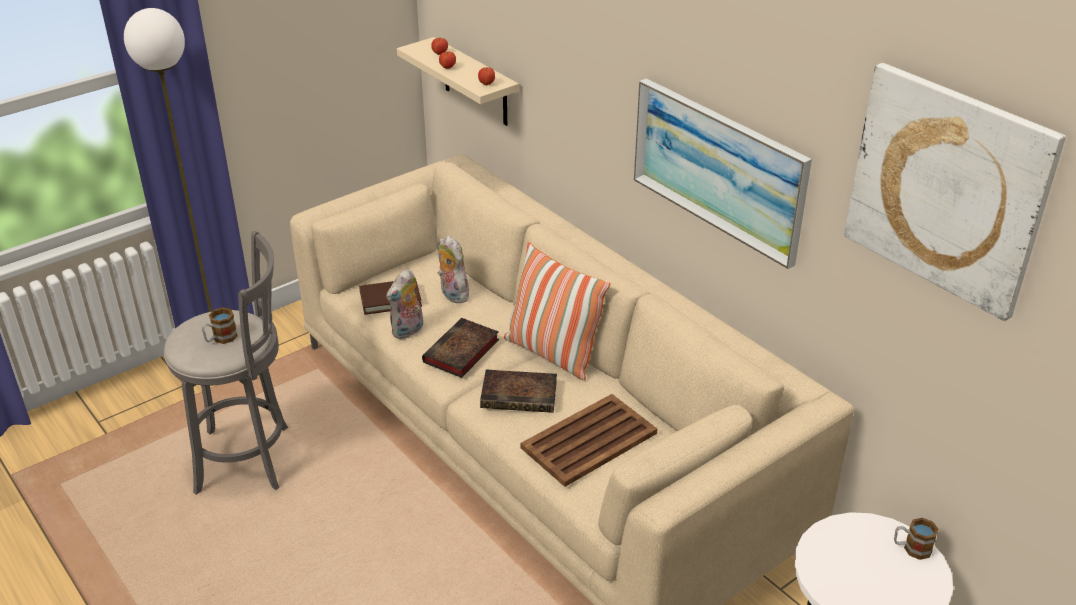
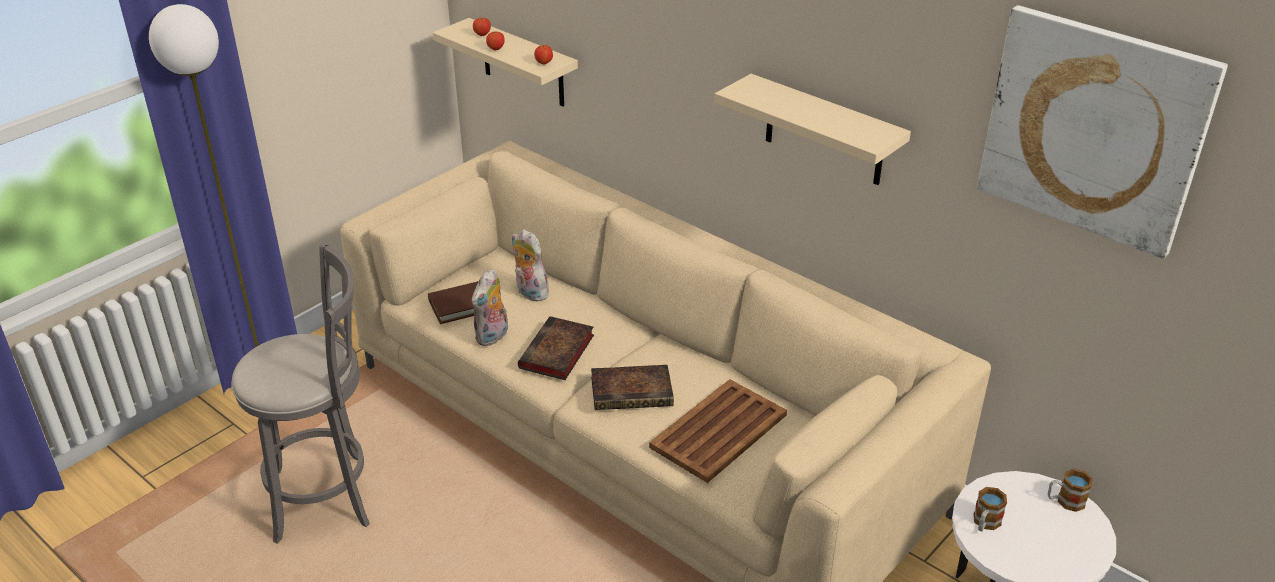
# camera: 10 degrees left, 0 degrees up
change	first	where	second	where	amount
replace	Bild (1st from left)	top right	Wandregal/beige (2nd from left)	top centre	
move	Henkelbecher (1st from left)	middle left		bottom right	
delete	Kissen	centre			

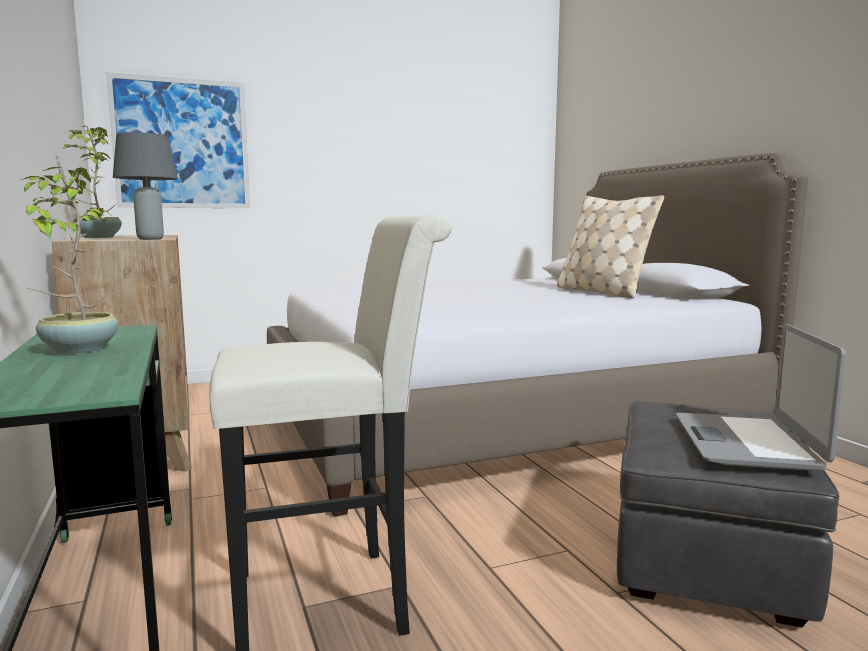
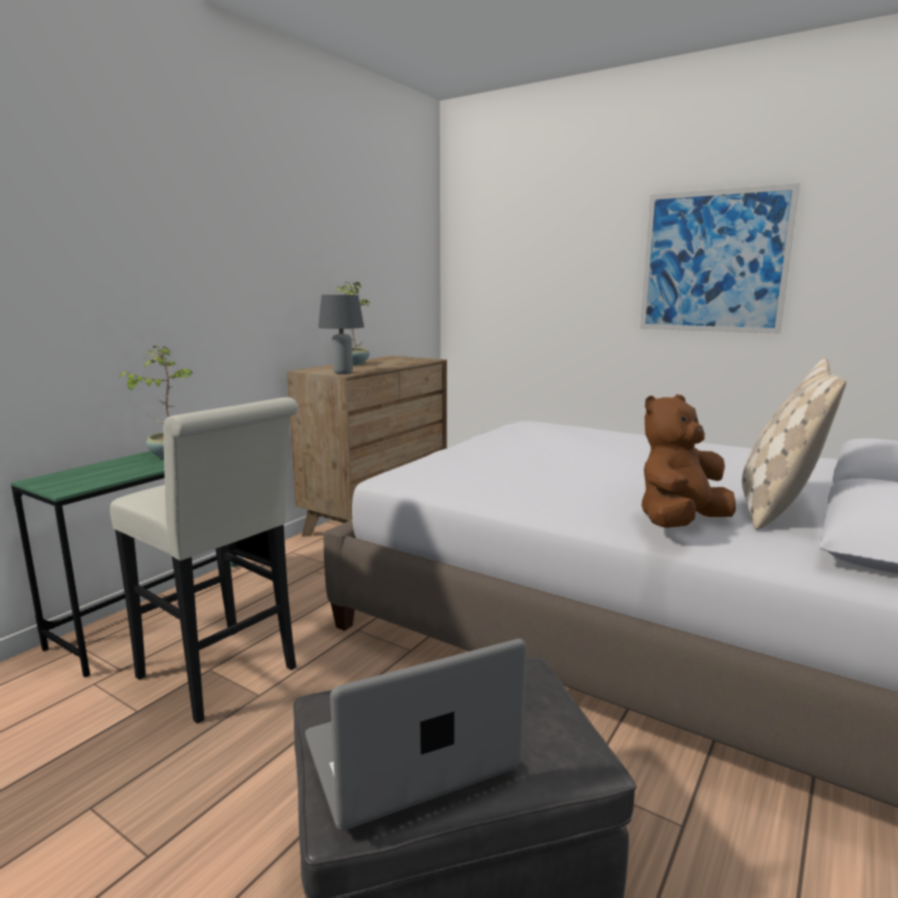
# camera: 55 degrees right, 5 degrees up
change	first	where	second	where	amount
move	Bild	top left		top right	
insert			Plüschtier/braun	middle right	

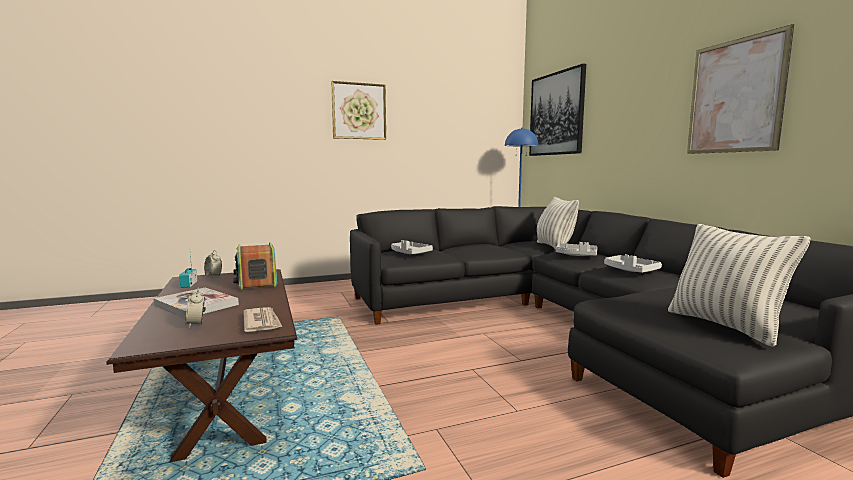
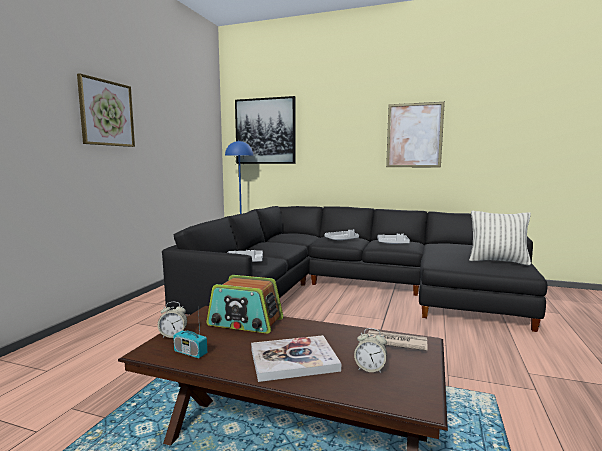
# camera: 50 degrees left, 0 degrees up
change	first	where	second	where	amount
delete	Kissen (1st from left)	centre			

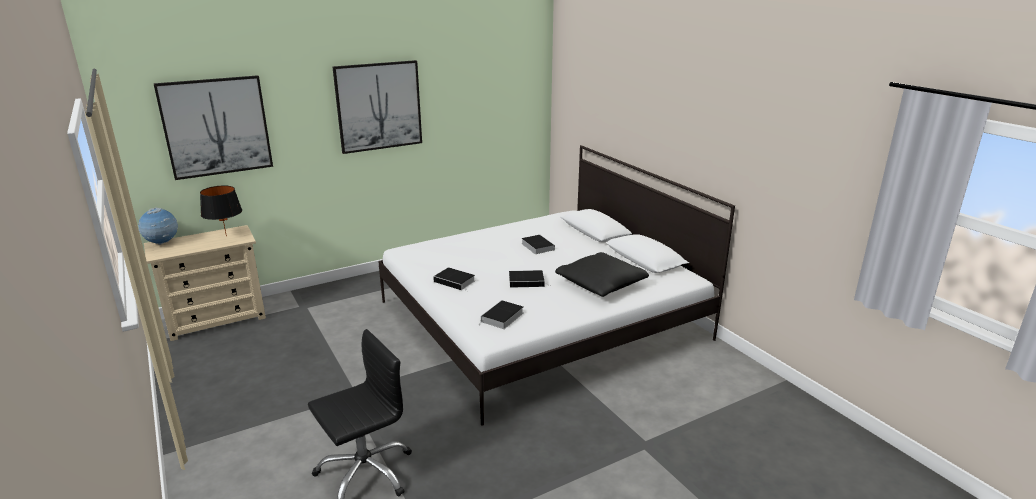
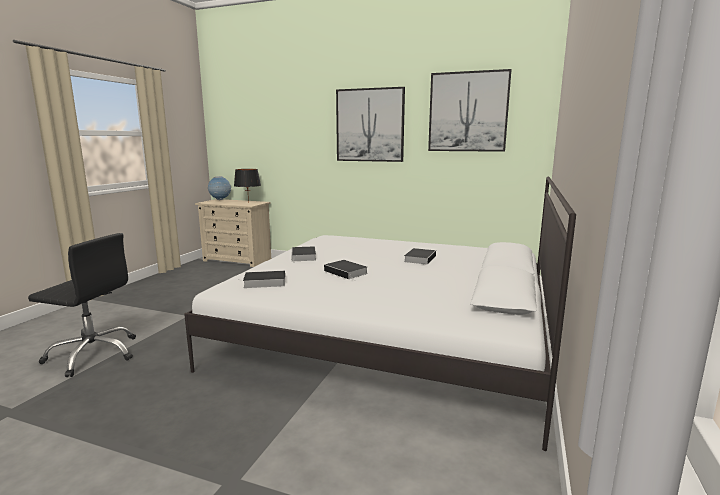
# camera: 50 degrees right, 10 degrees down
change	first	where	second	where	amount
move	Bild (1st from left in the first image)	top left	Bild (2nd from left)	top centre	
delete	Kissen/schwarz	centre			

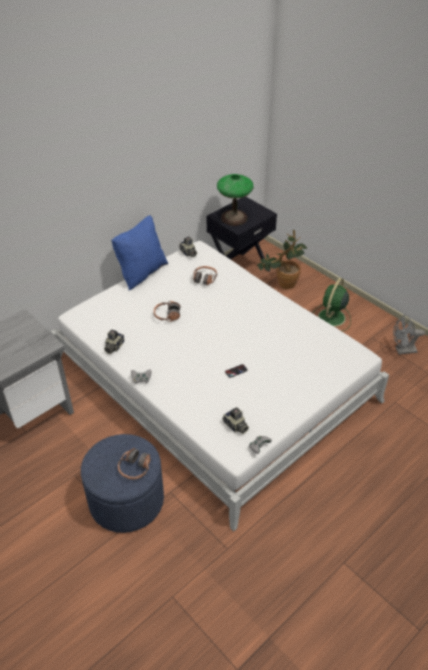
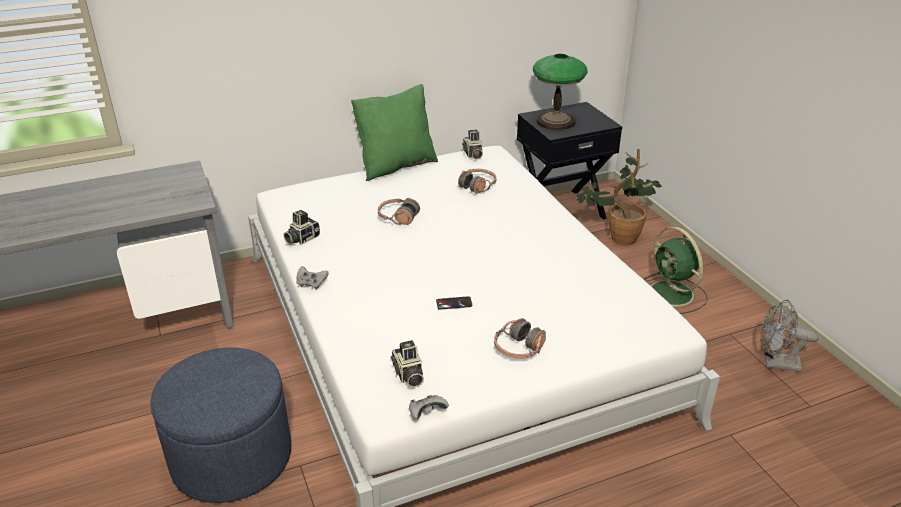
# camera: 20 degrees right, 10 degrees down
change	first	where	second	where	amount
recolor	Kissen/blau	middle left	Kissen/grün	top centre	
move	Kopfhörer (1st from left in the first image)	bottom left	Kopfhörer (3rd from left)	bottom centre	
rotate	Ventilator/grün	middle right		middle right	75 degrees counterclockwise

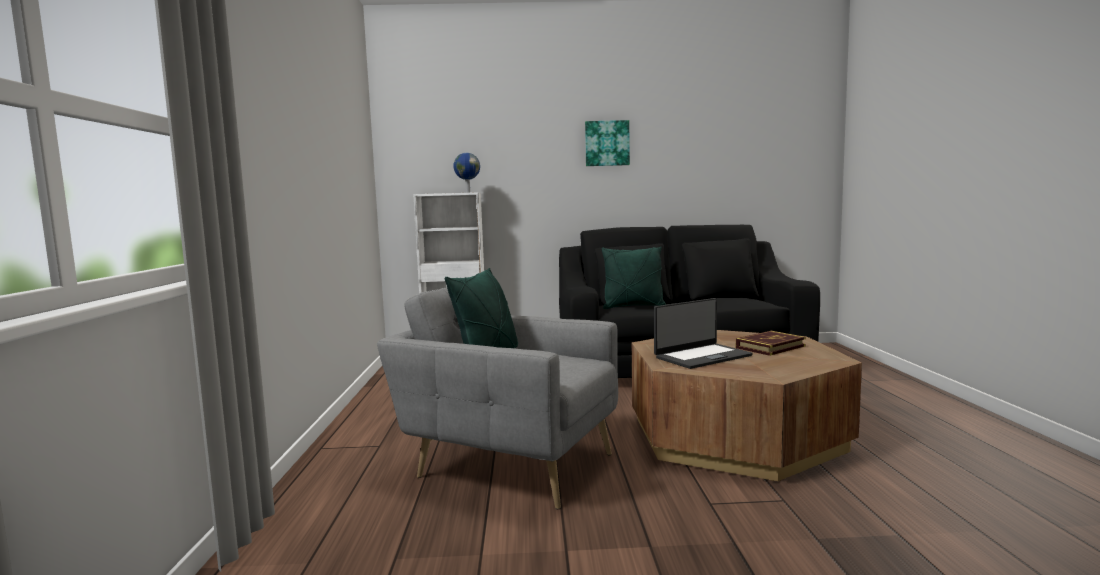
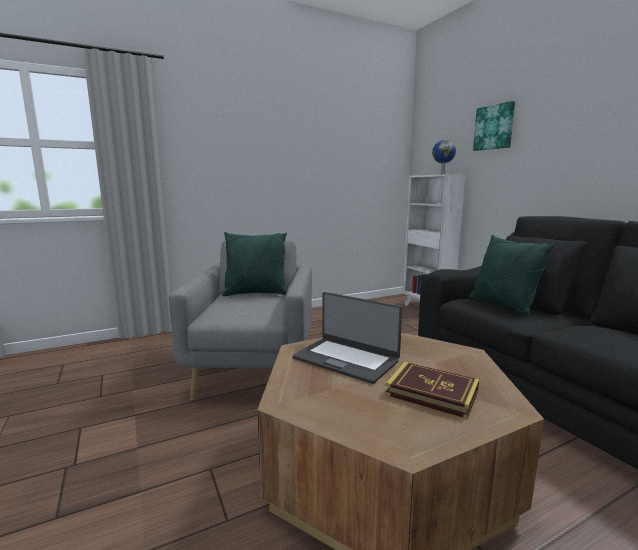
# camera: 65 degrees right, 5 degrees up
change	first	where	second	where	amount
move	Bild	top centre		top right	

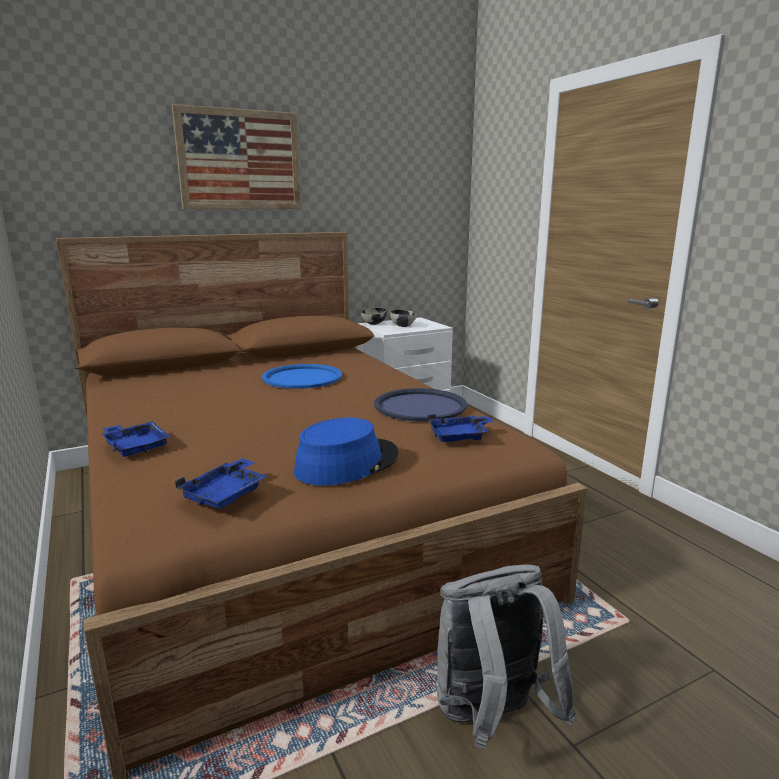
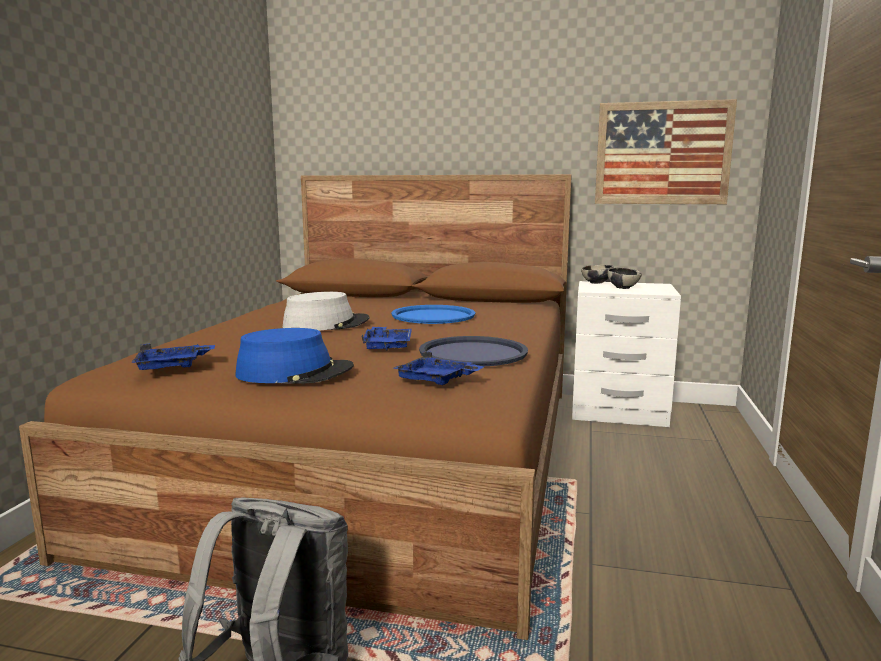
# camera: 40 degrees right, 5 degrees down
change	first	where	second	where	amount
insert			Hut/grau	centre	
move	Tablett/blau (1st from left in the first image)	middle left	Tablett/blau (2nd from left)	centre	
move	Bild	top left		top right	

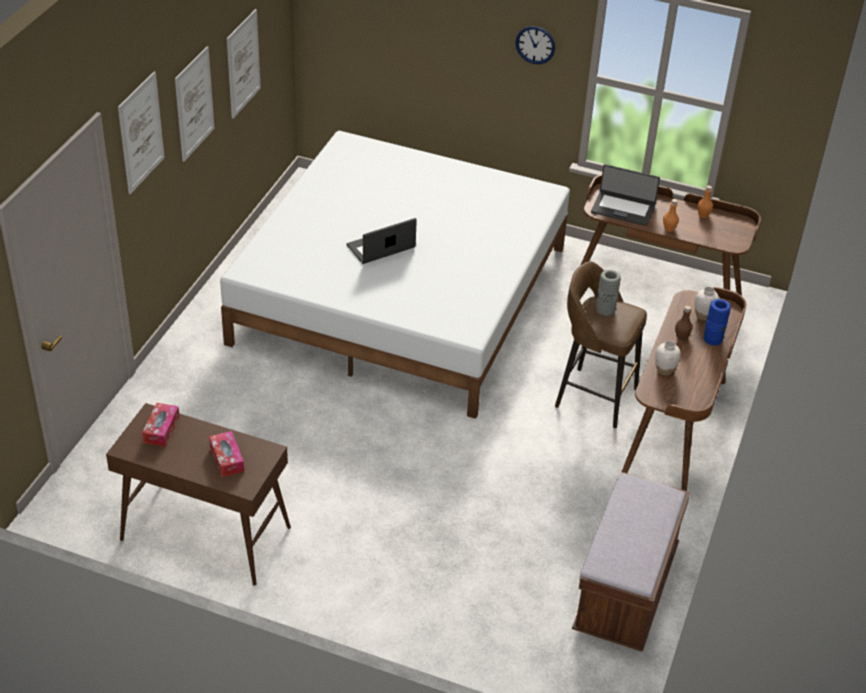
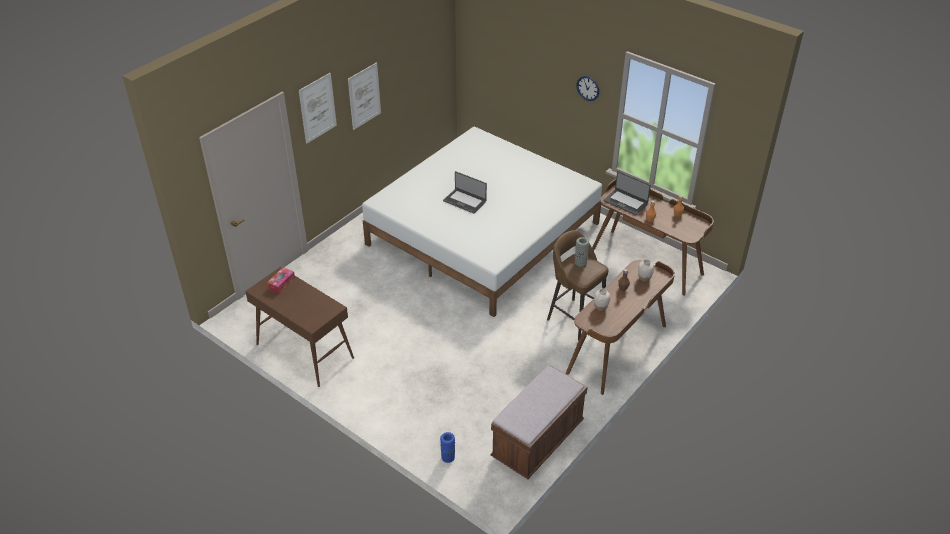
# camera: 20 degrees right, 0 degrees up
change	first	where	second	where	amount
move	Vase/blau	middle right		bottom centre	
rotate	Laptop (1st from left)	centre		centre	135 degrees counterclockwise
delete	Taschentuchbox (2nd from left)	middle left			
delete	Bild (3rd from left)	top left			

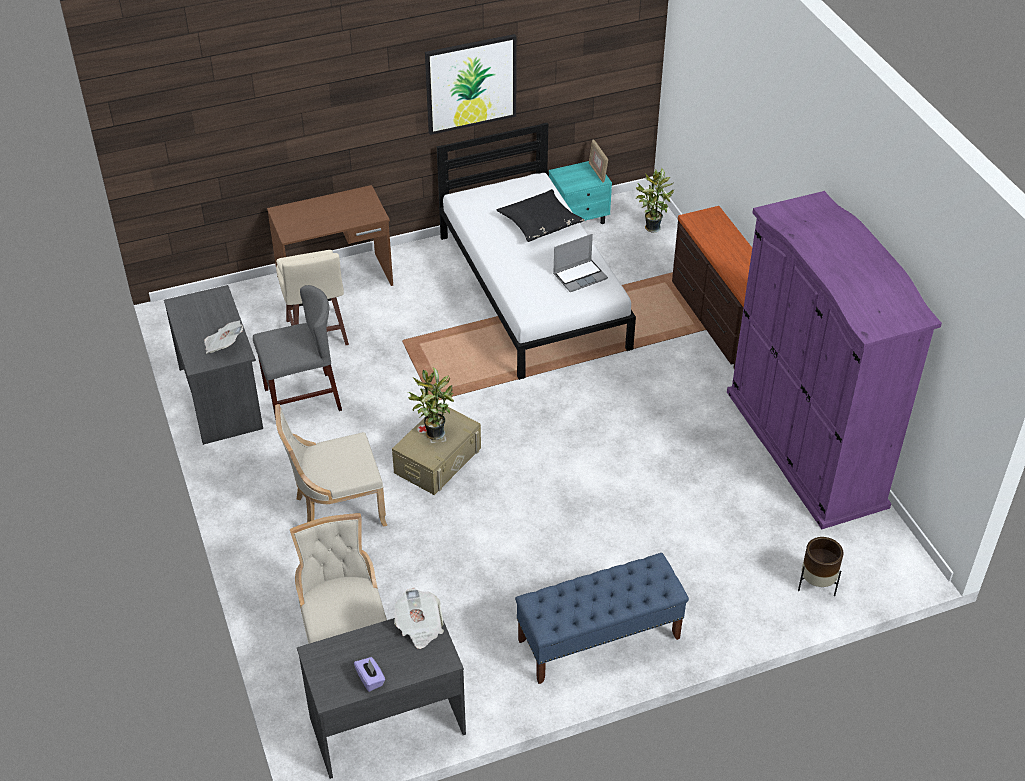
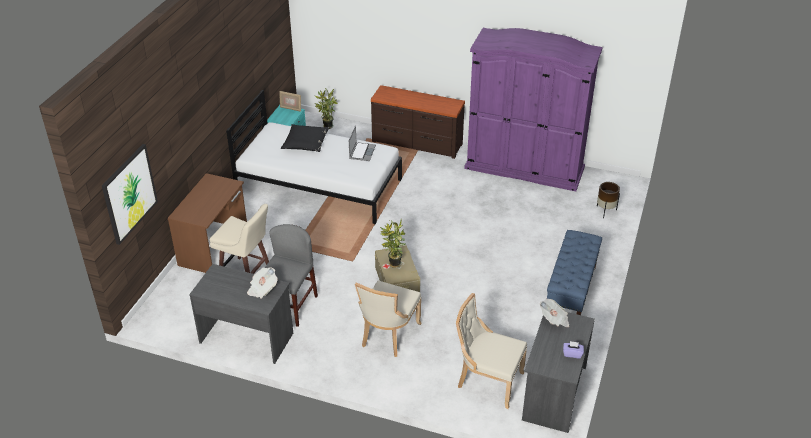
# camera: 50 degrees left, 5 degrees down
change	first	where	second	where	amount
move	Bild	top centre		middle left	

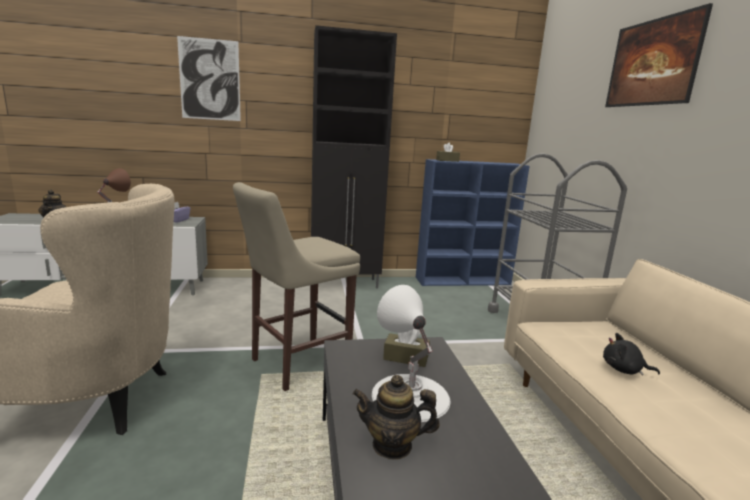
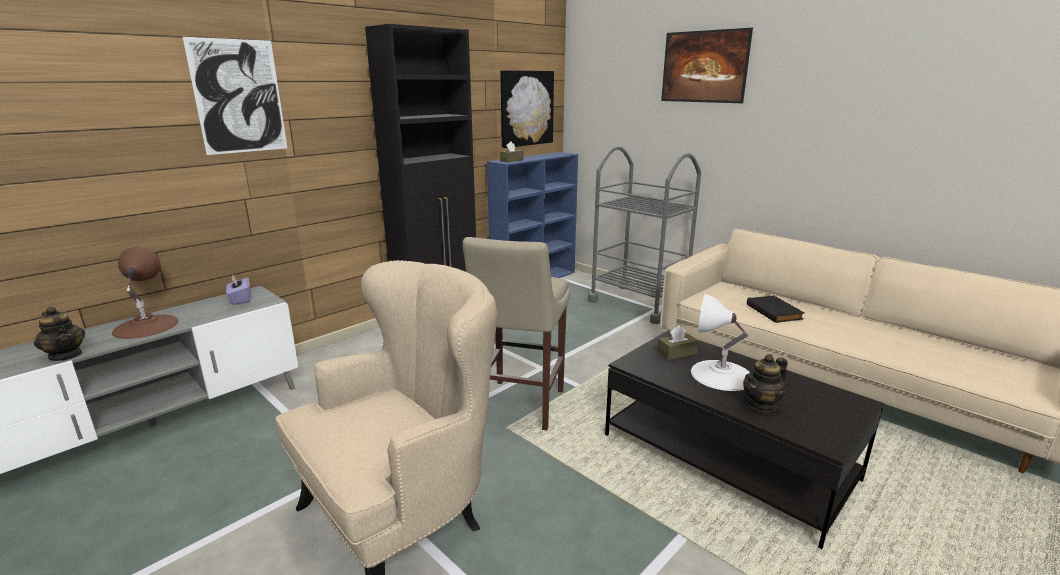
# camera: 35 degrees left, 5 degrees up
change	first	where	second	where	amount
insert			Bild (2nd from left)	top centre	
replace	Plüschtier/schwarz	bottom right	Buch/schwarz	middle right	

